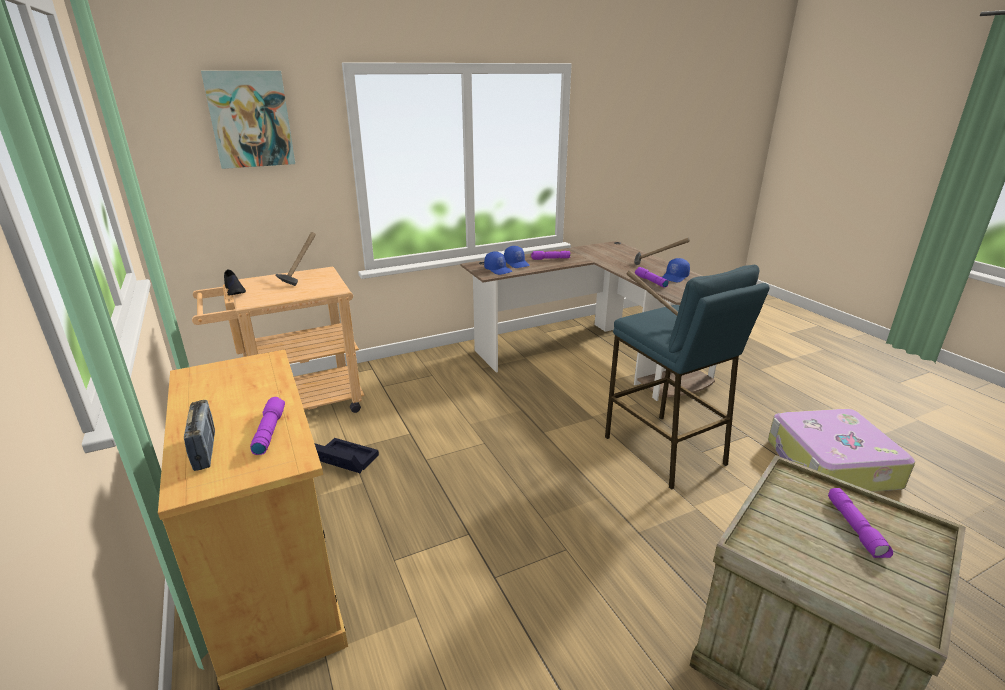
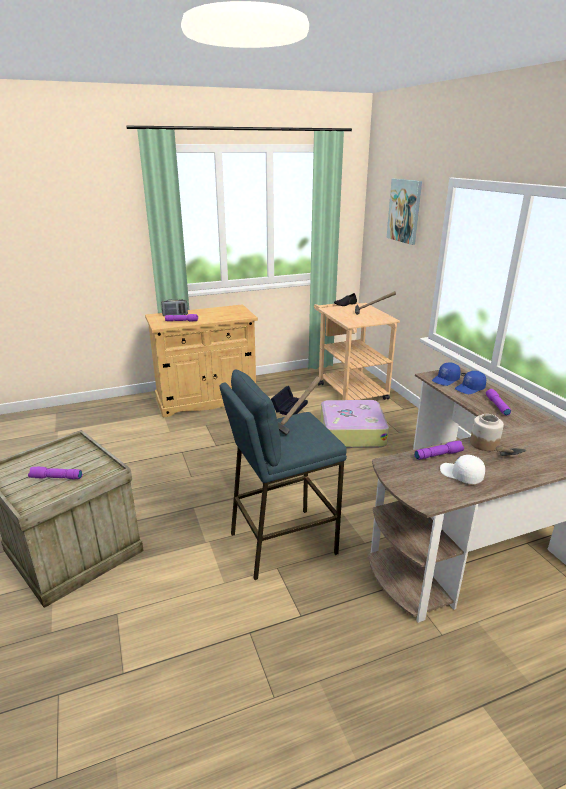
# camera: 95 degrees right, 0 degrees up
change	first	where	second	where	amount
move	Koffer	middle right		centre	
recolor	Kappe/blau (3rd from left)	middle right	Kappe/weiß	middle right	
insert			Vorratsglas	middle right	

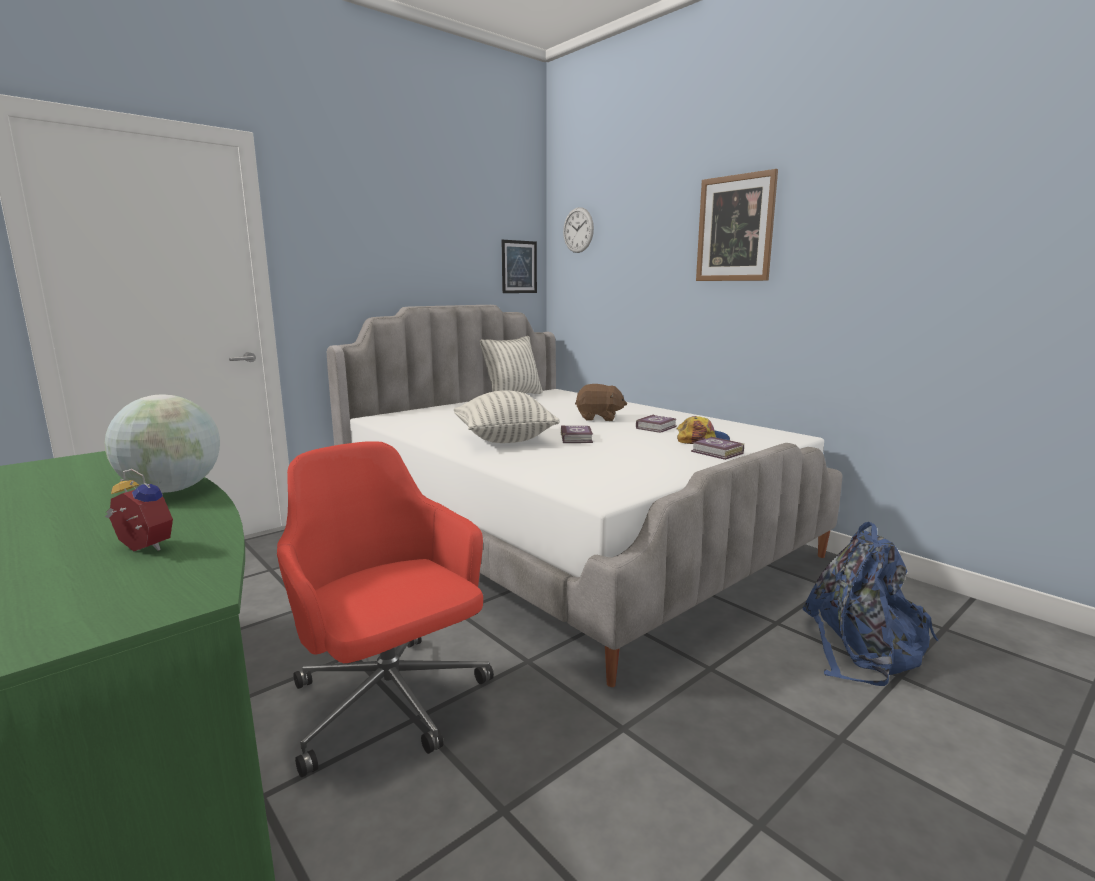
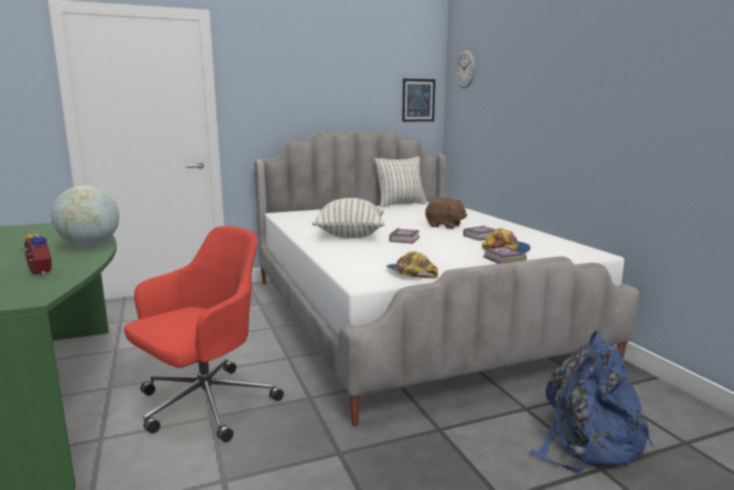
# camera: 20 degrees right, 0 degrees up
change	first	where	second	where	amount
rotate	Bürostuhl/rot	bottom centre		bottom left	60 degrees clockwise
insert			Kappe (1st from left)	centre	
delete	Bild (2nd from left)	top right			

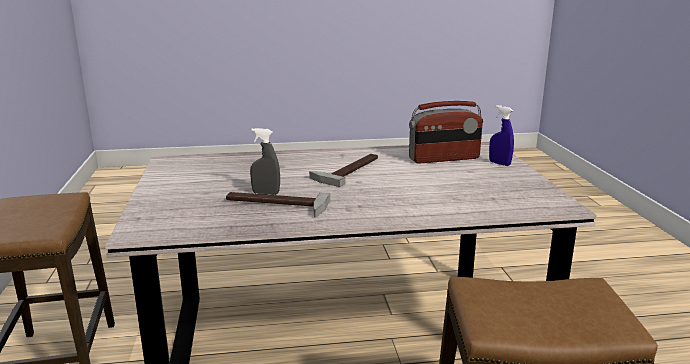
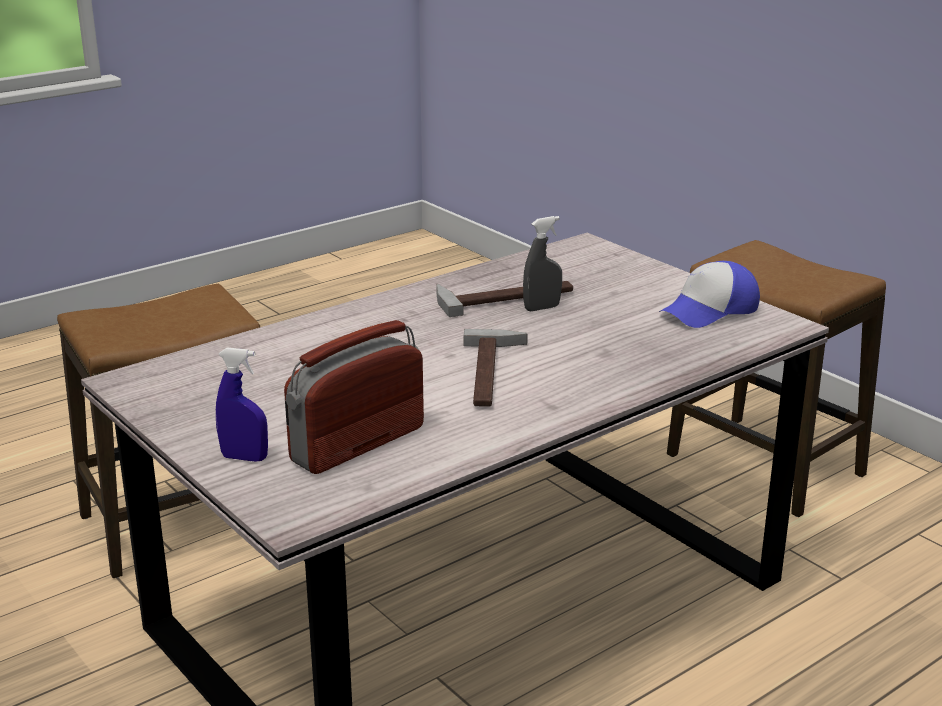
# camera: 150 degrees right, 5 degrees up
change	first	where	second	where	amount
insert			Kappe	middle right	

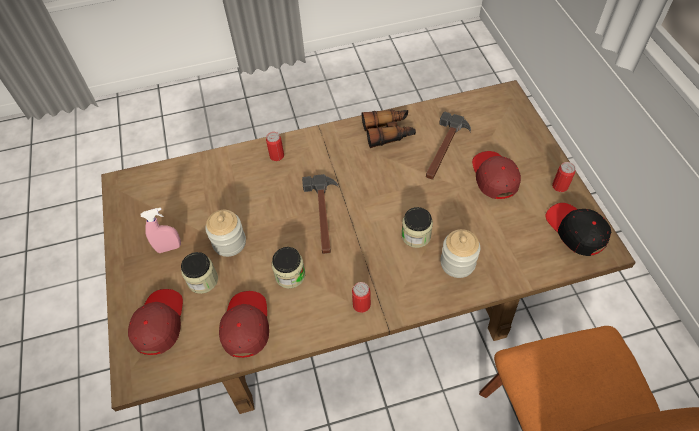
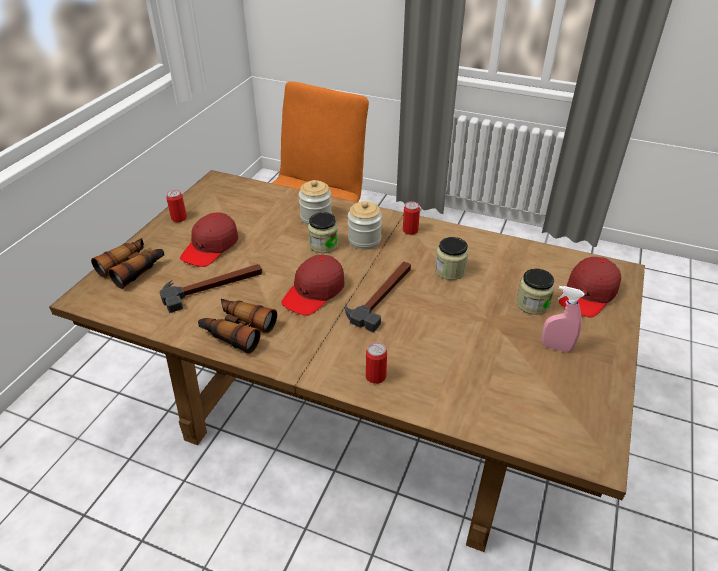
# camera: 145 degrees left, 15 degrees down
change	first	where	second	where	amount
insert			Fernglas (1st from left)	middle left	
move	Kappe/rot (2nd from left)	bottom centre		centre	
move	Vorratsglas (2nd from left in the first image)	middle left	Vorratsglas (3rd from left)	centre	
delete	Kappe/schwarz	middle right			

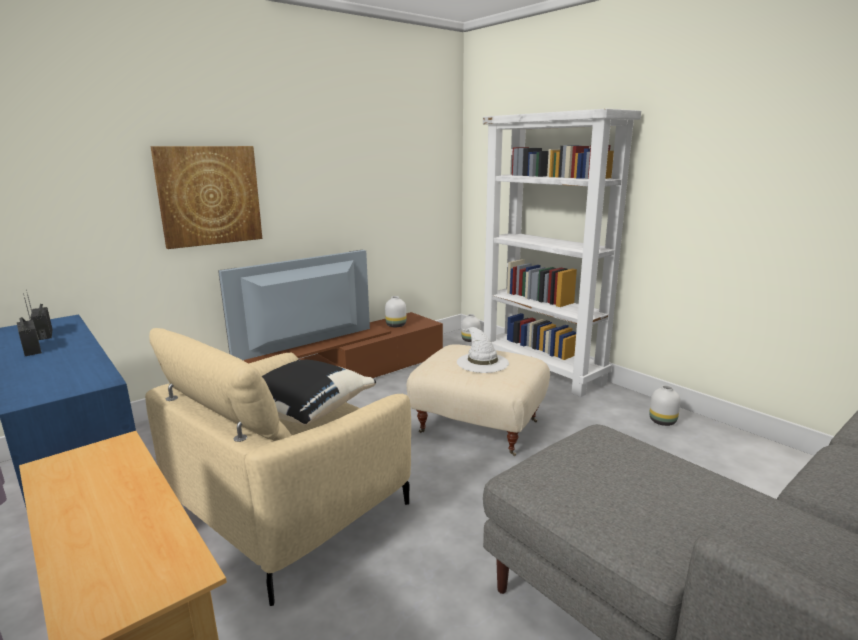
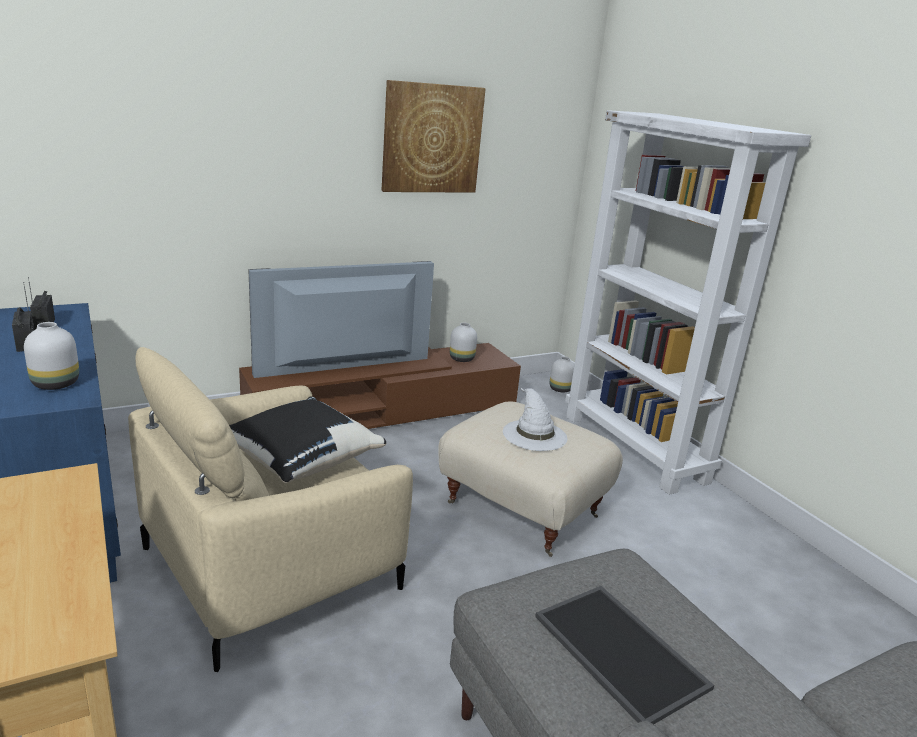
# camera: 10 degrees right, 5 degrees up
change	first	where	second	where	amount
move	Vase/weiß (3rd from left in the first image)	middle right	Vase/weiß (1st from left)	middle left	
move	Bild	top left		top centre	
insert			Tablett	bottom right	

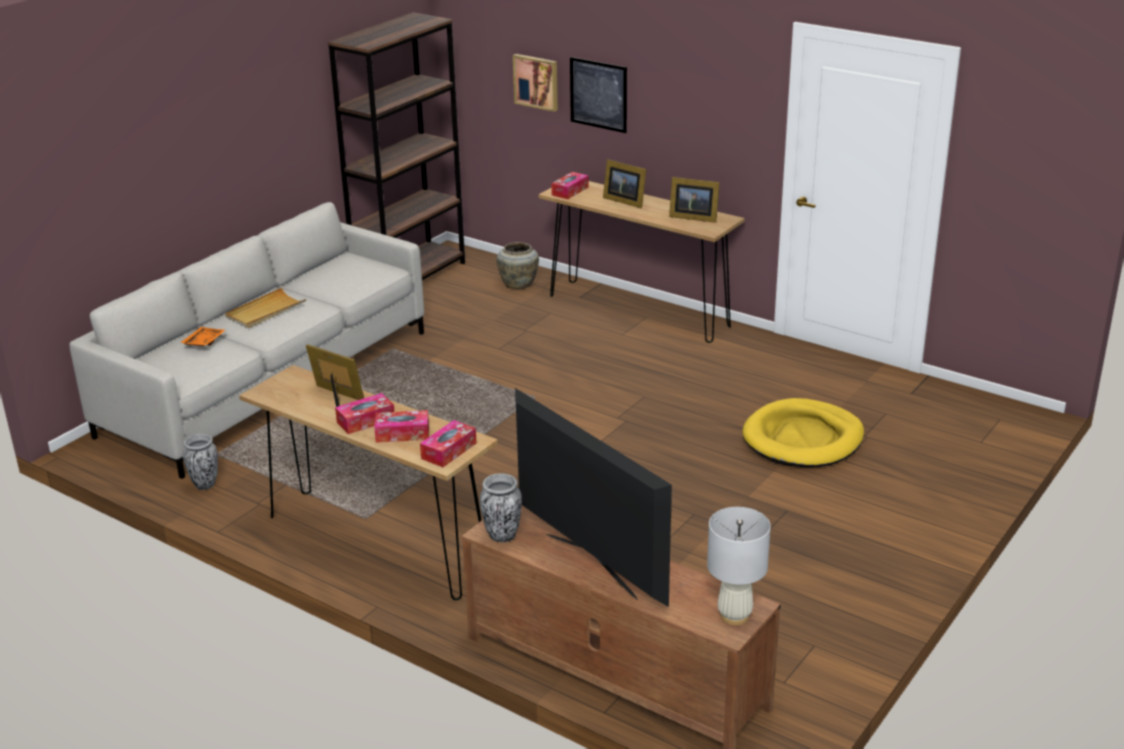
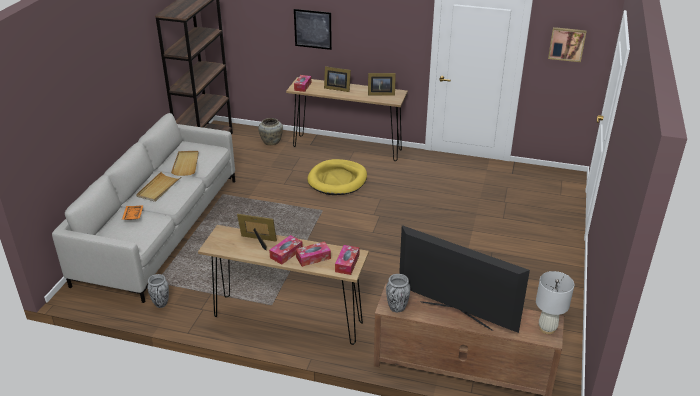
# camera: 20 degrees left, 5 degrees up
change	first	where	second	where	amount
insert			Tablett/beige (2nd from left)	middle left	
move	Hundebett/gelb	middle right		centre	
move	Bild (1st from left in the first image)	top centre	Bild (2nd from left)	top right	

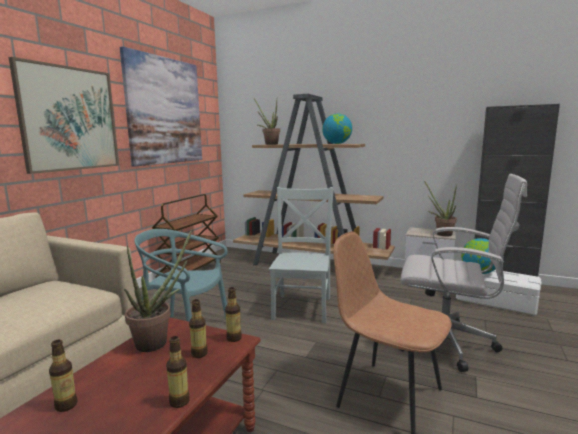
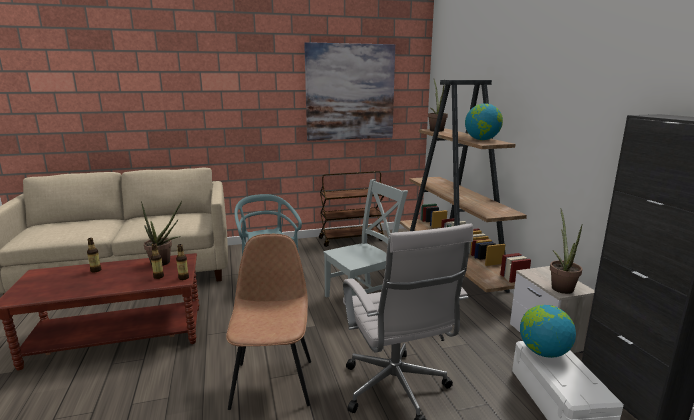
# camera: 50 degrees right, 5 degrees up
change	first	where	second	where	amount
delete	Bild (1st from left)	top left			
delete	Flasche (2nd from left)	bottom left			

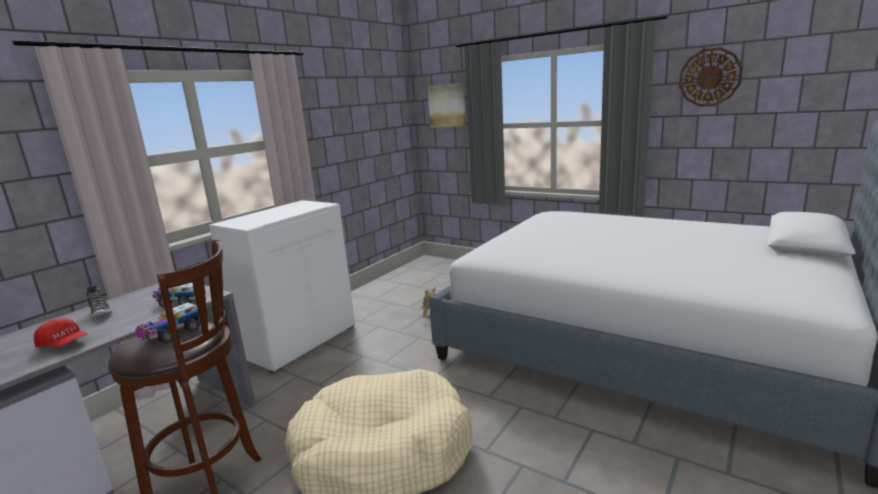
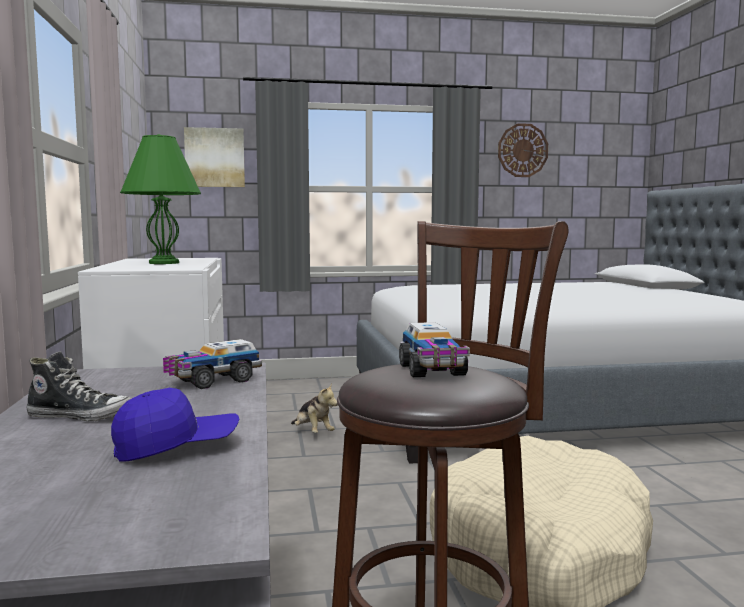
# camera: 45 degrees left, 10 degrees down
change	first	where	second	where	amount
recolor	Kappe/rot	bottom left	Kappe/blau	bottom left	
insert			Tischlampe/grün	top left	

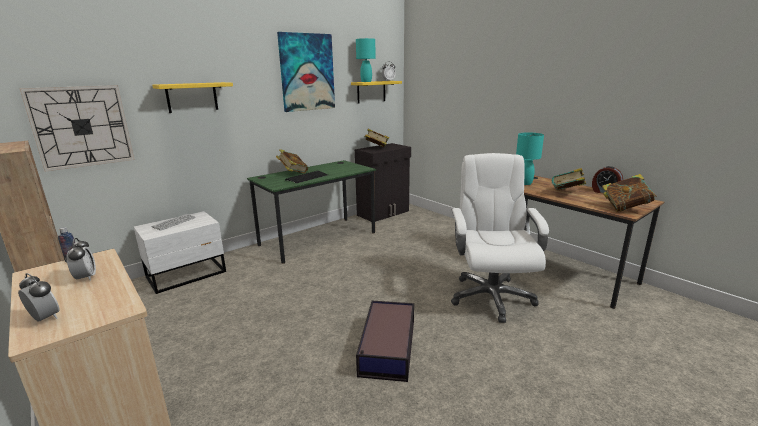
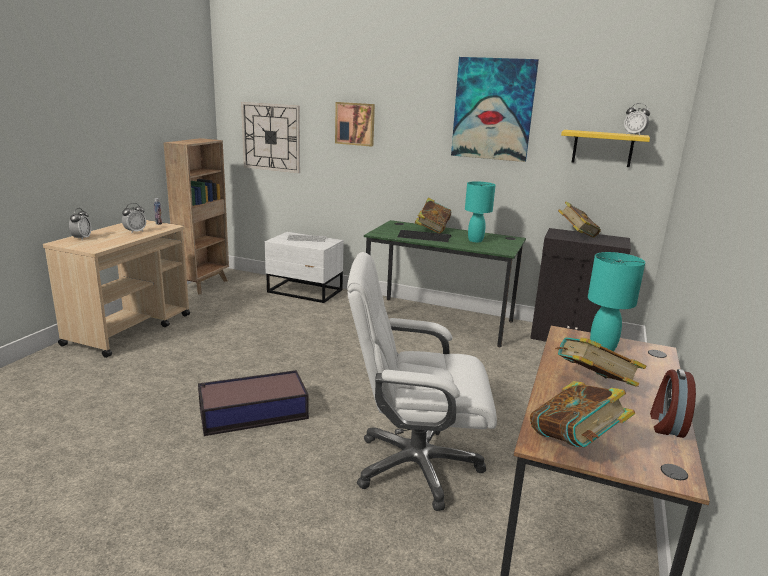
# camera: 60 degrees right, 0 degrees up
change	first	where	second	where	amount
replace	Wandregal/gelb (1st from left)	top left	Bild (1st from left)	top centre	
rotate	Bürostuhl/weiß	centre		centre	150 degrees counterclockwise
move	Tischlampe/türkis (1st from left)	top centre		centre	

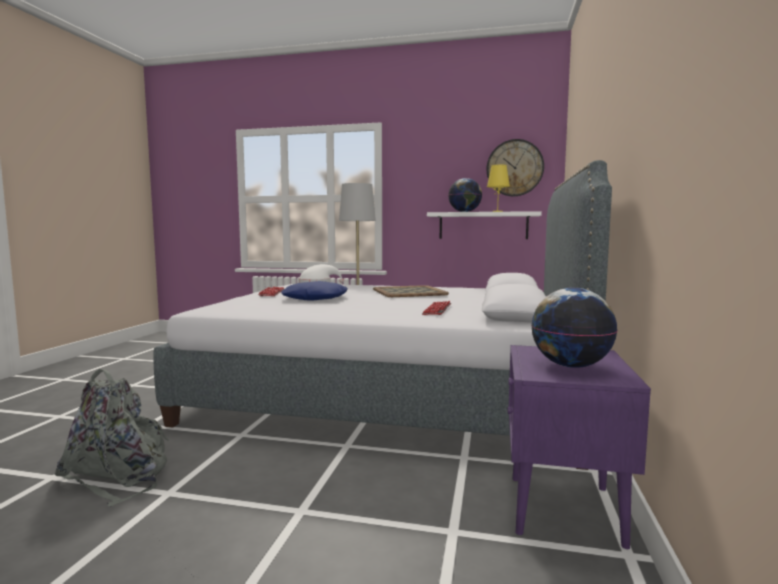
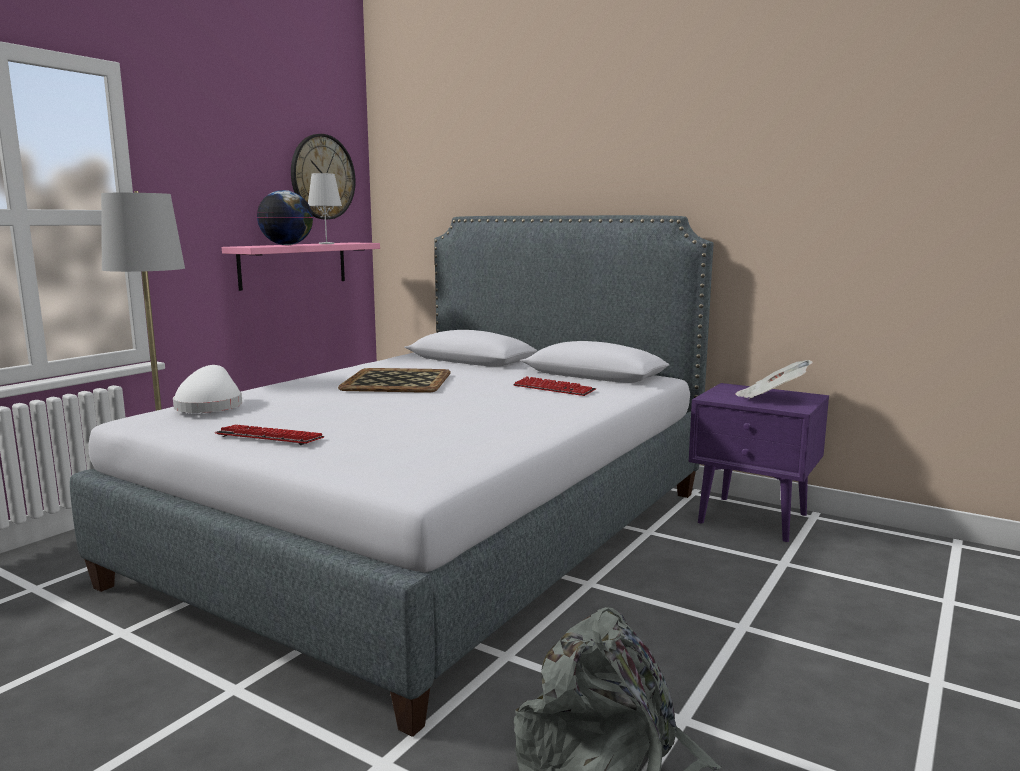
# camera: 70 degrees left, 5 degrees up
change	first	where	second	where	amount
recolor	Wandregal/weiß	centre	Wandregal/rosa	middle left	
recolor	Tischlampe/gelb	top centre	Tischlampe/weiß	top left	
replace	Globus (2nd from left)	middle right	Zeitung	middle right	
delete	Kissen/blau	centre			

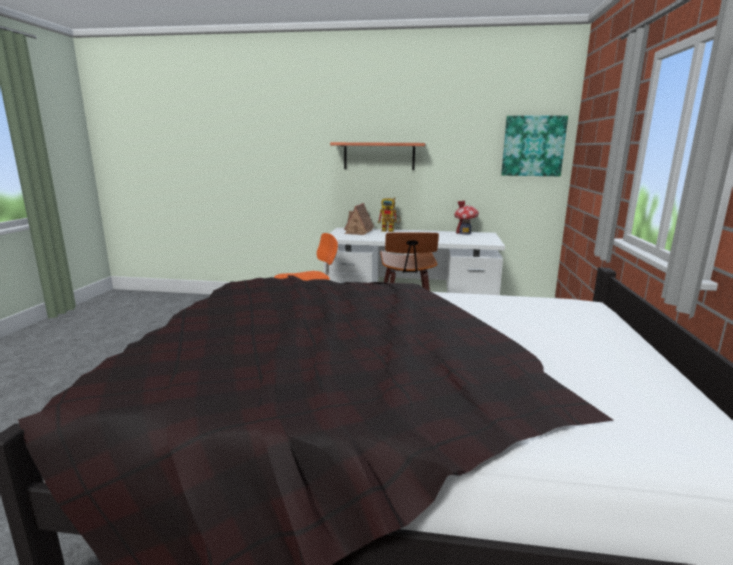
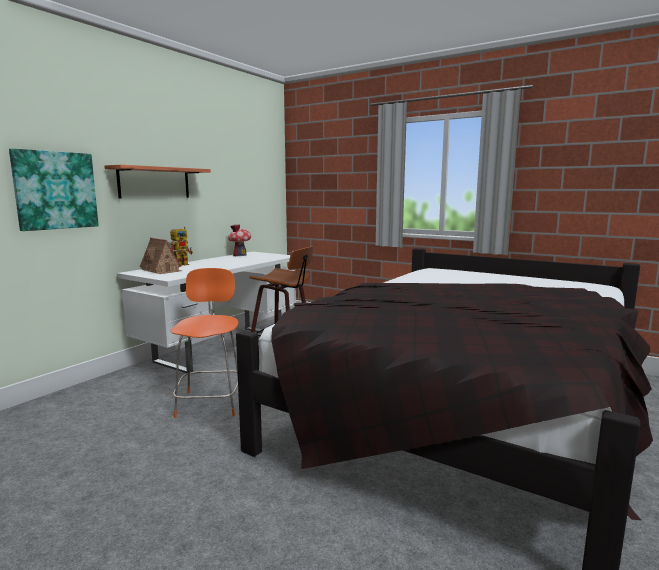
# camera: 65 degrees left, 5 degrees down
change	first	where	second	where	amount
move	Bild	top right		top left	

